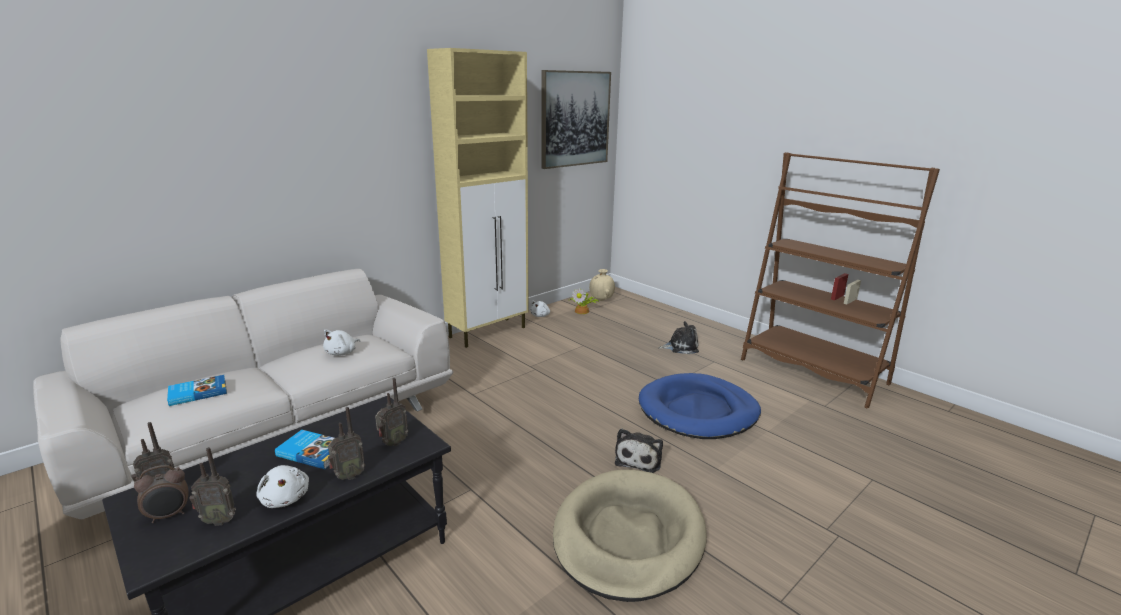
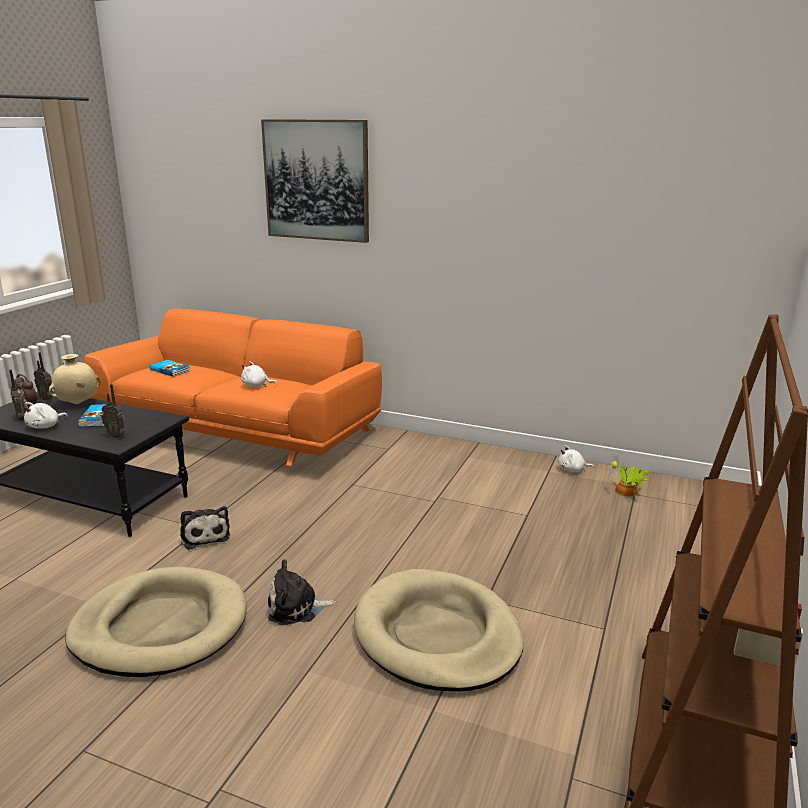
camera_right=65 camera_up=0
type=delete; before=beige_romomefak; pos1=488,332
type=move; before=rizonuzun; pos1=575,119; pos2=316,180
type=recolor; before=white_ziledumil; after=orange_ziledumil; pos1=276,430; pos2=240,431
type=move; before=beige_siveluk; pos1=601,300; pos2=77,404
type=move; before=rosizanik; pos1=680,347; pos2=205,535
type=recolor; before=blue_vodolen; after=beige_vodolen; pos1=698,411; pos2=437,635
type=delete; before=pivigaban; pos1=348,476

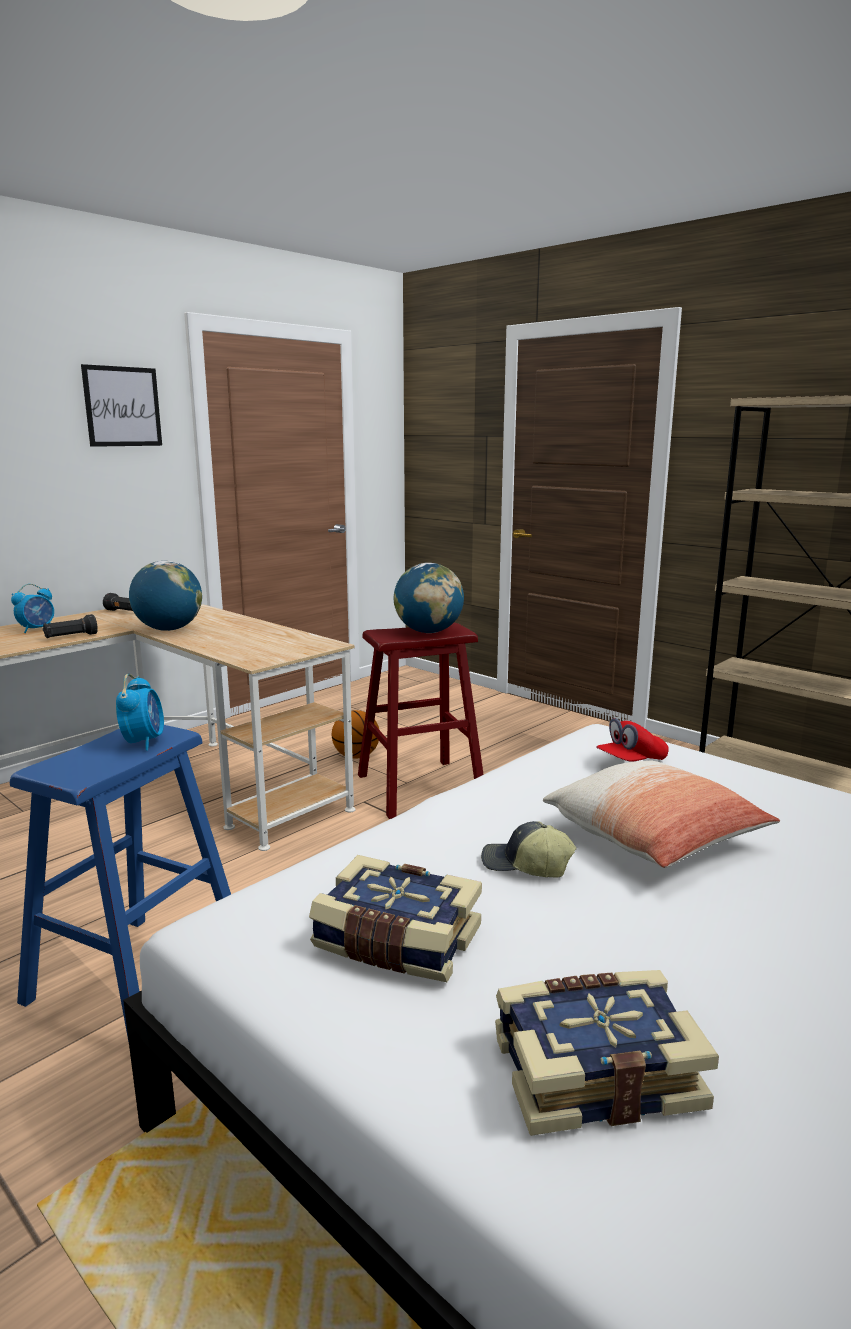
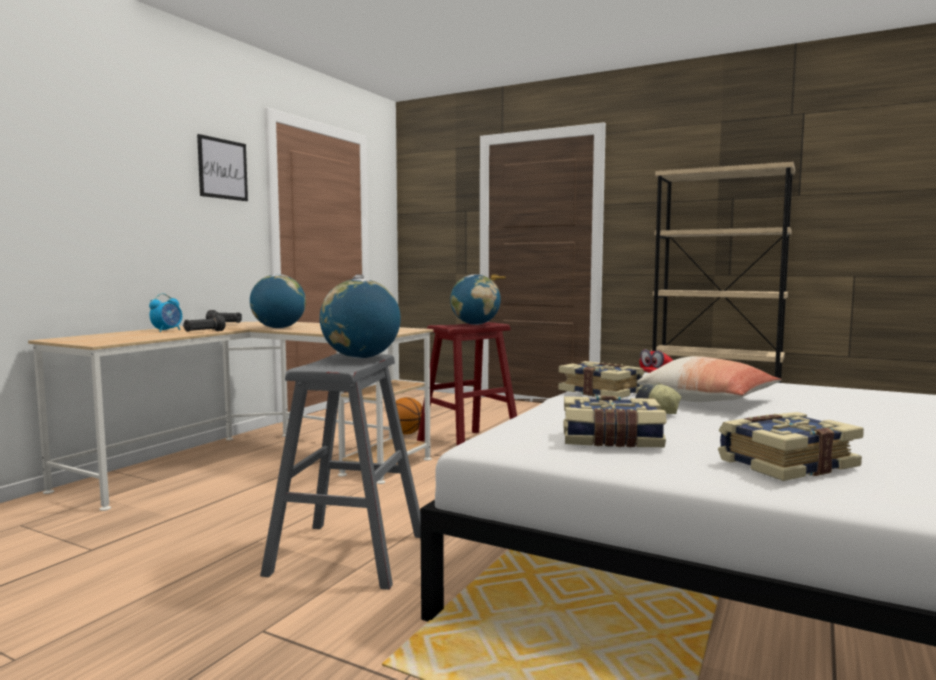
camera_right=-15 camera_up=-10
type=replace; before=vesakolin; after=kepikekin; pos1=144,742; pos2=361,358
type=recolor; before=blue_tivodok; after=grey_tivodok; pos1=139,980; pos2=348,554
type=insert; after=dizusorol; pos2=601,392

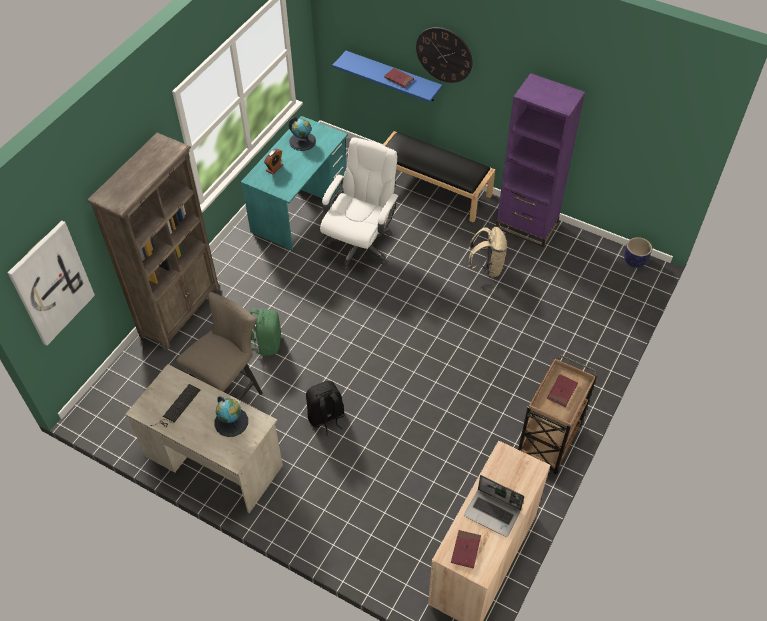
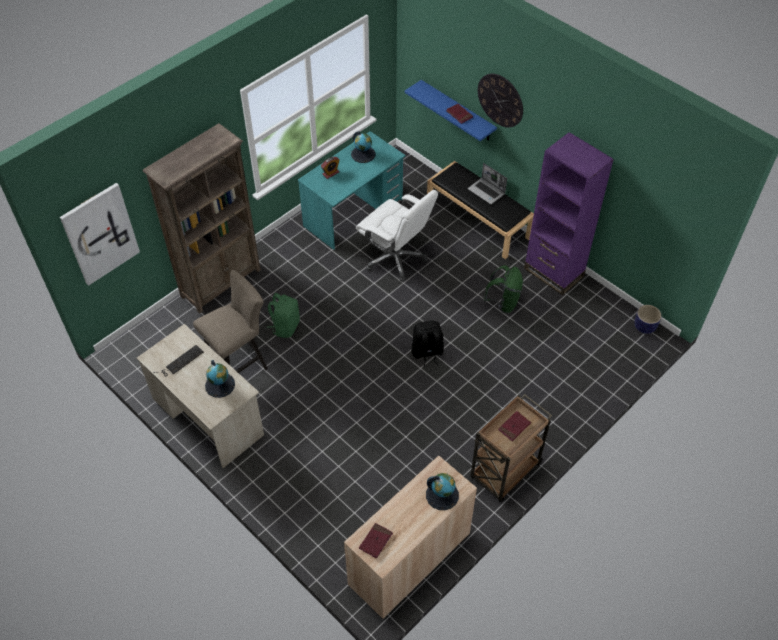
camera_right=15 camera_up=0
type=rotate; before=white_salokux; pos1=360,245; pos2=395,258; turn=90
type=recolor; before=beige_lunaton; after=green_lunaton; pos1=487,267; pos2=503,303
type=move; before=black_lunaton; pos1=326,417; pos2=427,353
type=move; before=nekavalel; pos1=493,513; pos2=487,191
type=insert; after=kepikekin; pos2=442,495

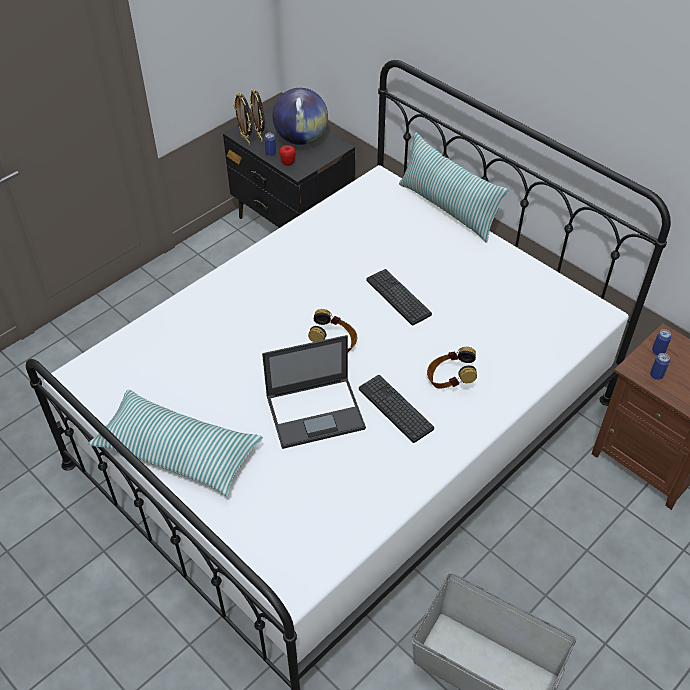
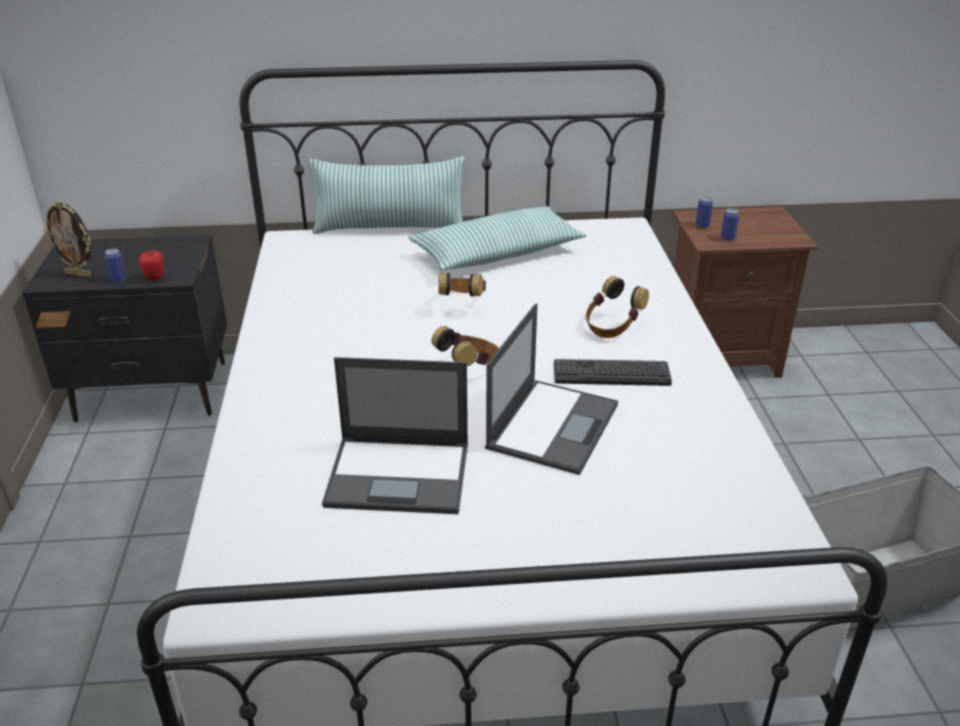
camera_right=-50 camera_up=-15
type=delete; before=kepikekin; pos1=301,139
type=delete; before=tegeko; pos1=246,140
type=replace; before=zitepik; after=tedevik; pos1=398,297; pos2=462,303
type=move; before=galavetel; pos1=178,451; pos2=497,253
type=insert; after=nekavalel; pos2=400,475

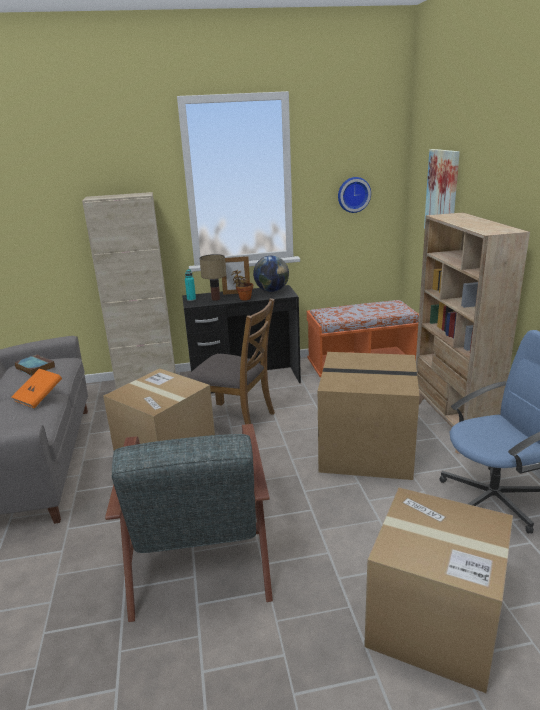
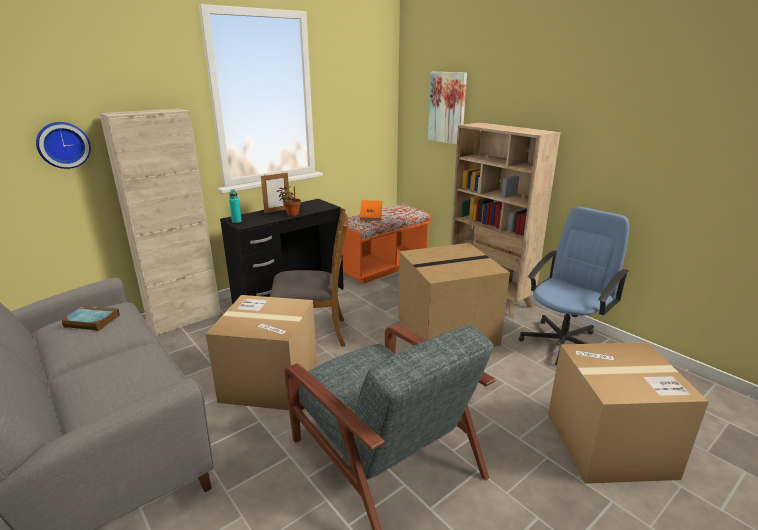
camera_right=-30 camera_up=0
type=move; before=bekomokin; pos1=353,194; pos2=63,145
type=delete; before=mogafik; pos1=215,299
type=delete; before=kepikekin; pos1=271,290
type=move; before=orange_dizusorol; pos1=39,397; pos2=371,217

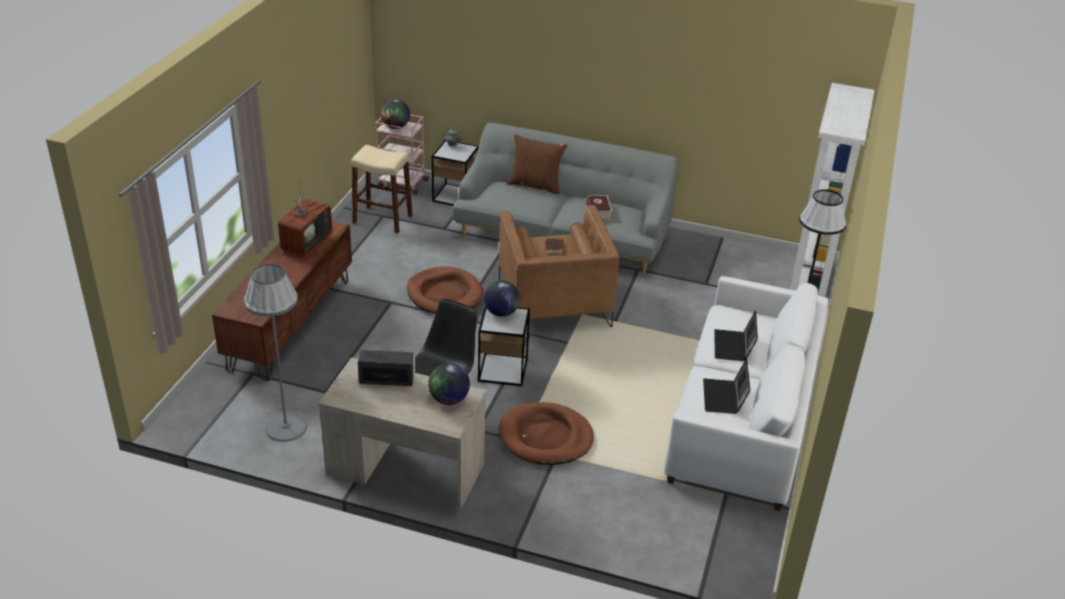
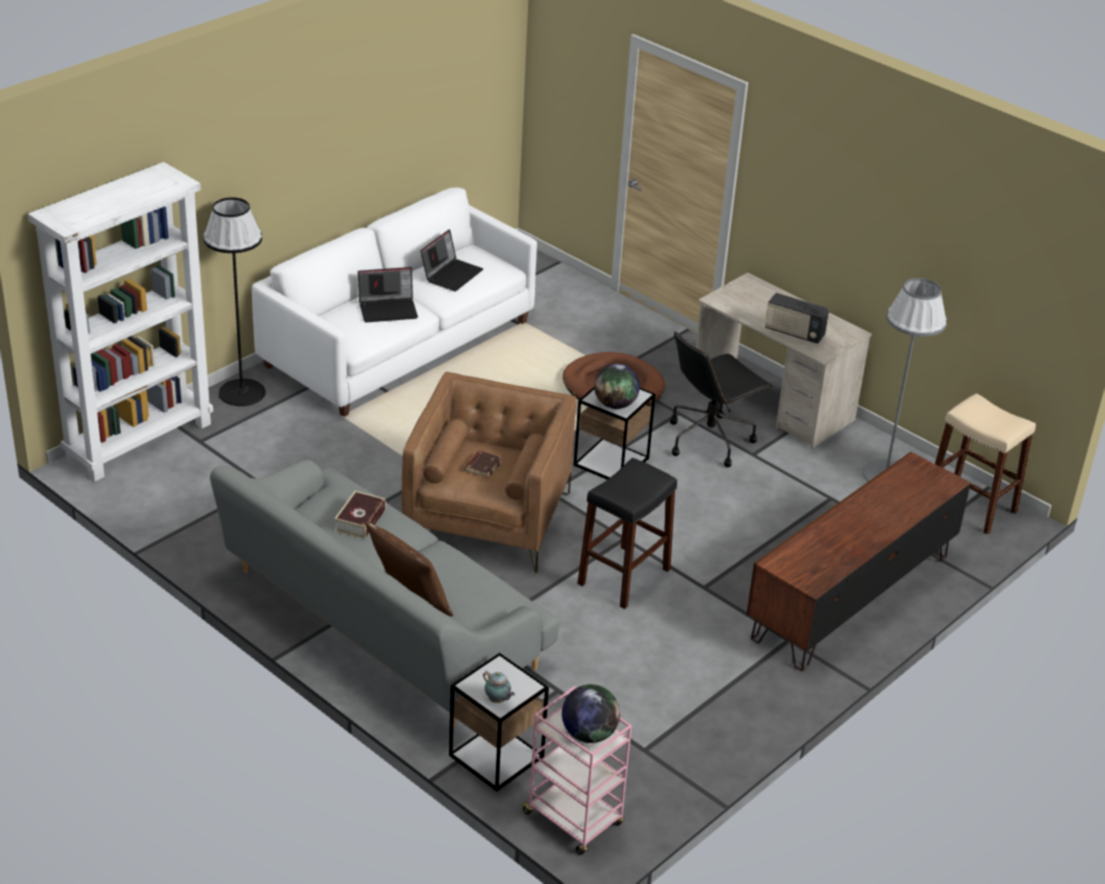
camera_right=-155 camera_up=0
type=move; before=beige_tivodok; pos1=382,219; pos2=971,506
type=delete; before=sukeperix; pos1=306,242
type=replace; before=brown_vodolen; after=black_tivodok; pos1=444,294; pos2=624,577
type=rotate; before=nekavalel; pos1=734,347; pos2=388,309; turn=45
type=delete; before=kepikekin; pos1=449,399

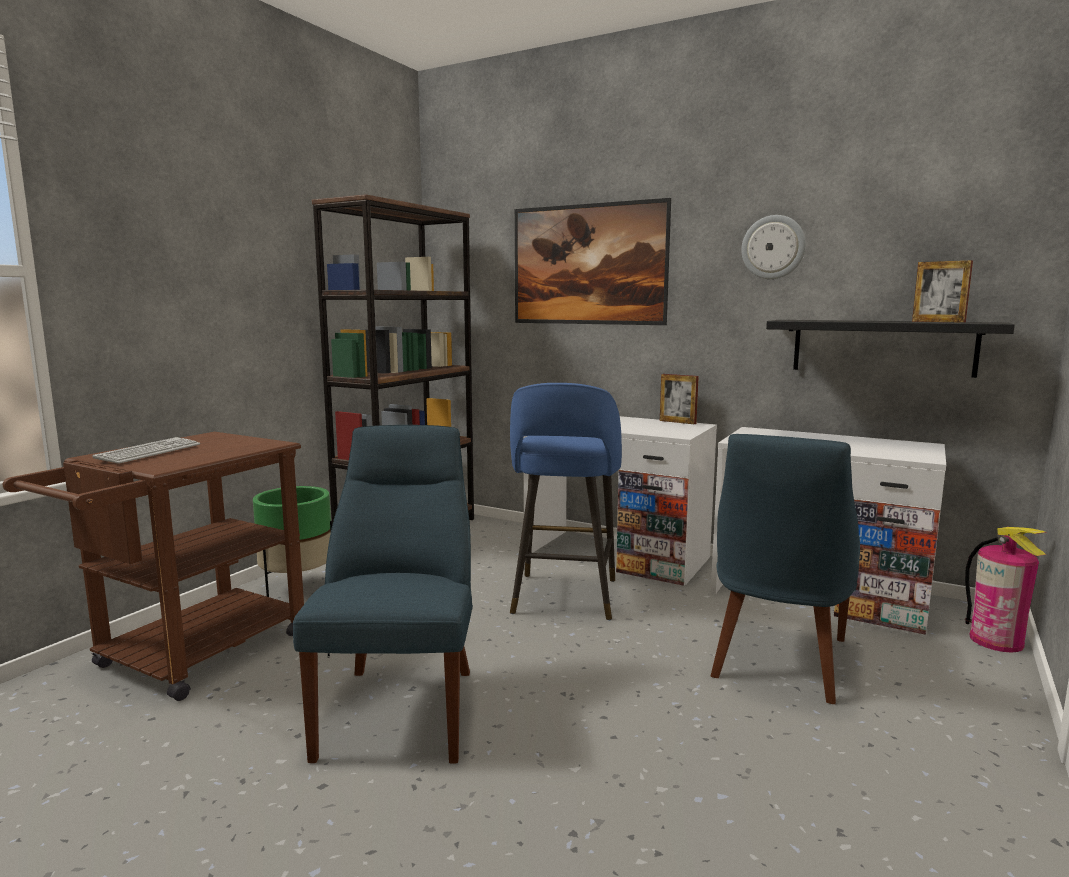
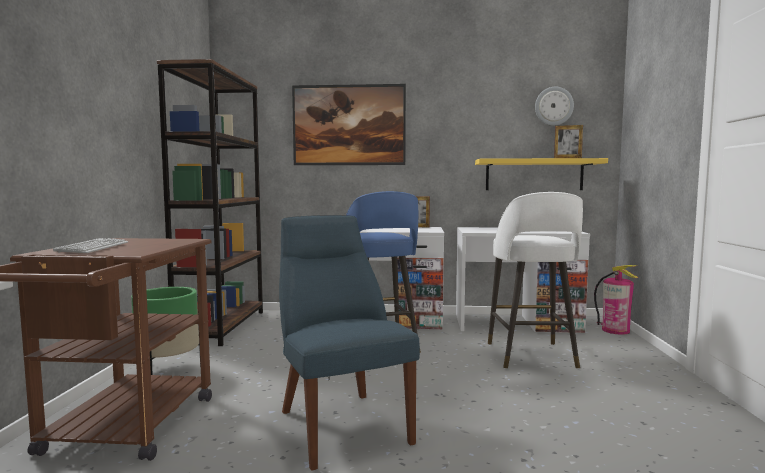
camera_right=-25 camera_up=-5
type=move; before=bekomokin; pos1=773,247; pos2=553,106
type=recolor; before=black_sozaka; after=yellow_sozaka; pos1=882,347; pos2=534,175
type=replace; before=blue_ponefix; after=white_tivodok; pos1=777,661; pos2=531,356

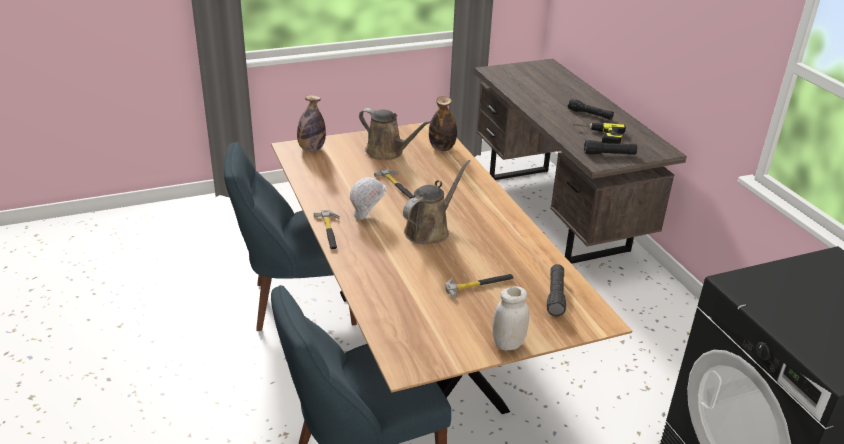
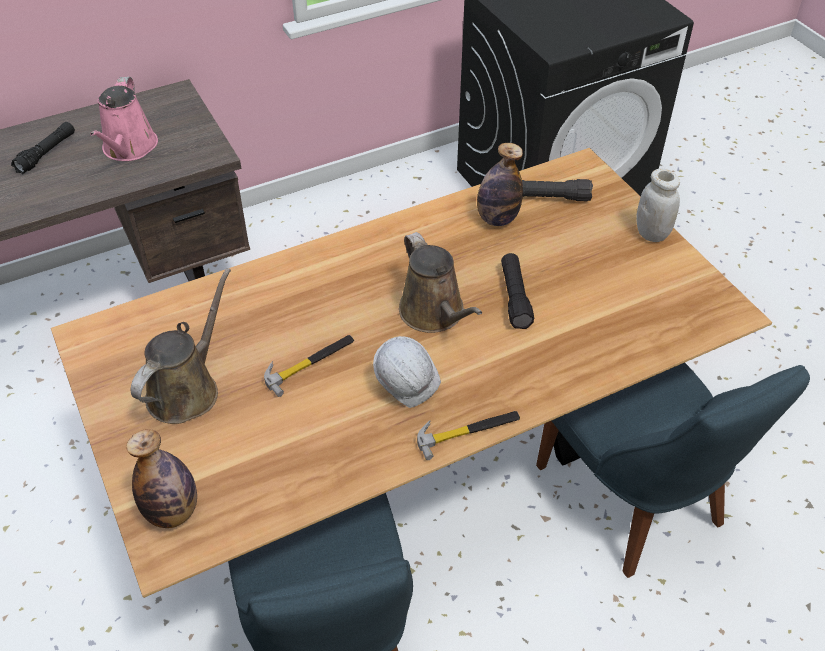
camera_right=-95 camera_up=15
type=move; before=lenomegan; pos1=442,148; pos2=497,219
type=replace; before=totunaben; after=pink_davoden; pos1=598,137; pos2=128,148
type=move; before=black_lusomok; pos1=609,154; pos2=514,297
type=rotate; before=brown_davoden; pos1=430,230; pos2=435,314; turn=-150
type=delete; before=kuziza; pos1=479,284

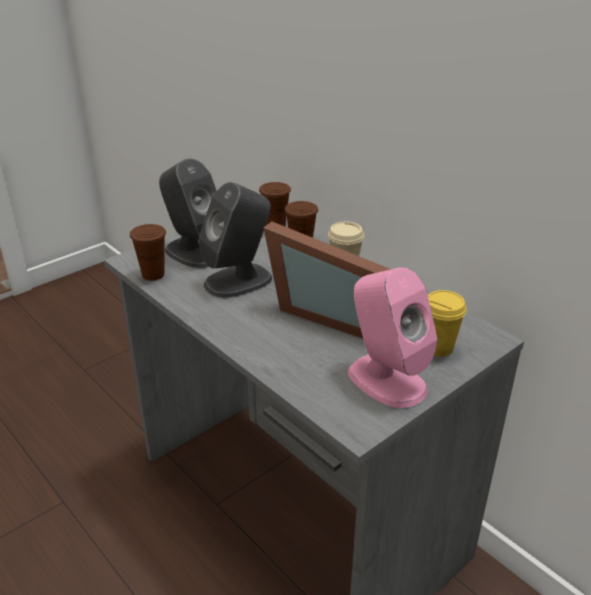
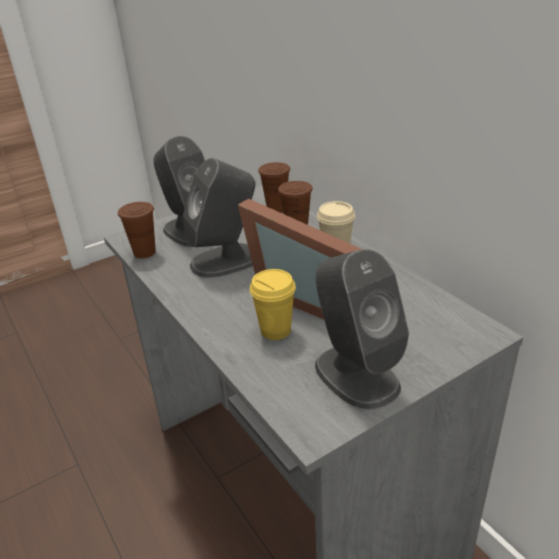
camera_right=10 camera_up=0
type=recolor; before=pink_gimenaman; after=grey_gimenaman; pos1=386,380; pos2=355,374
type=move; before=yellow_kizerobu; pos1=438,348; pos2=275,331

